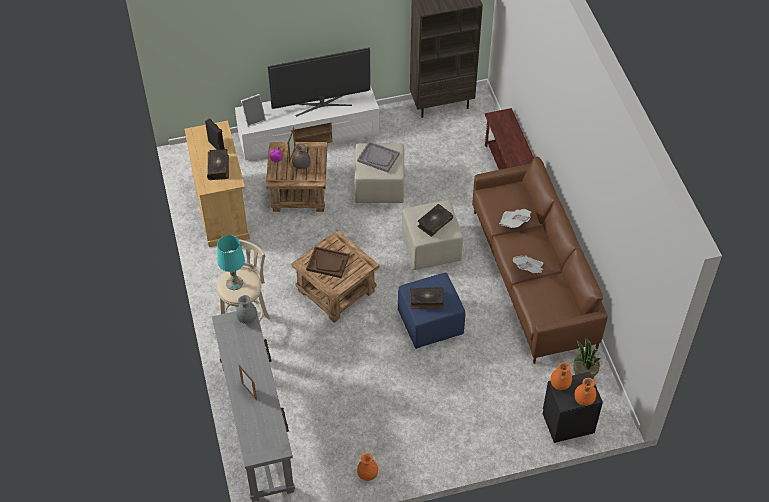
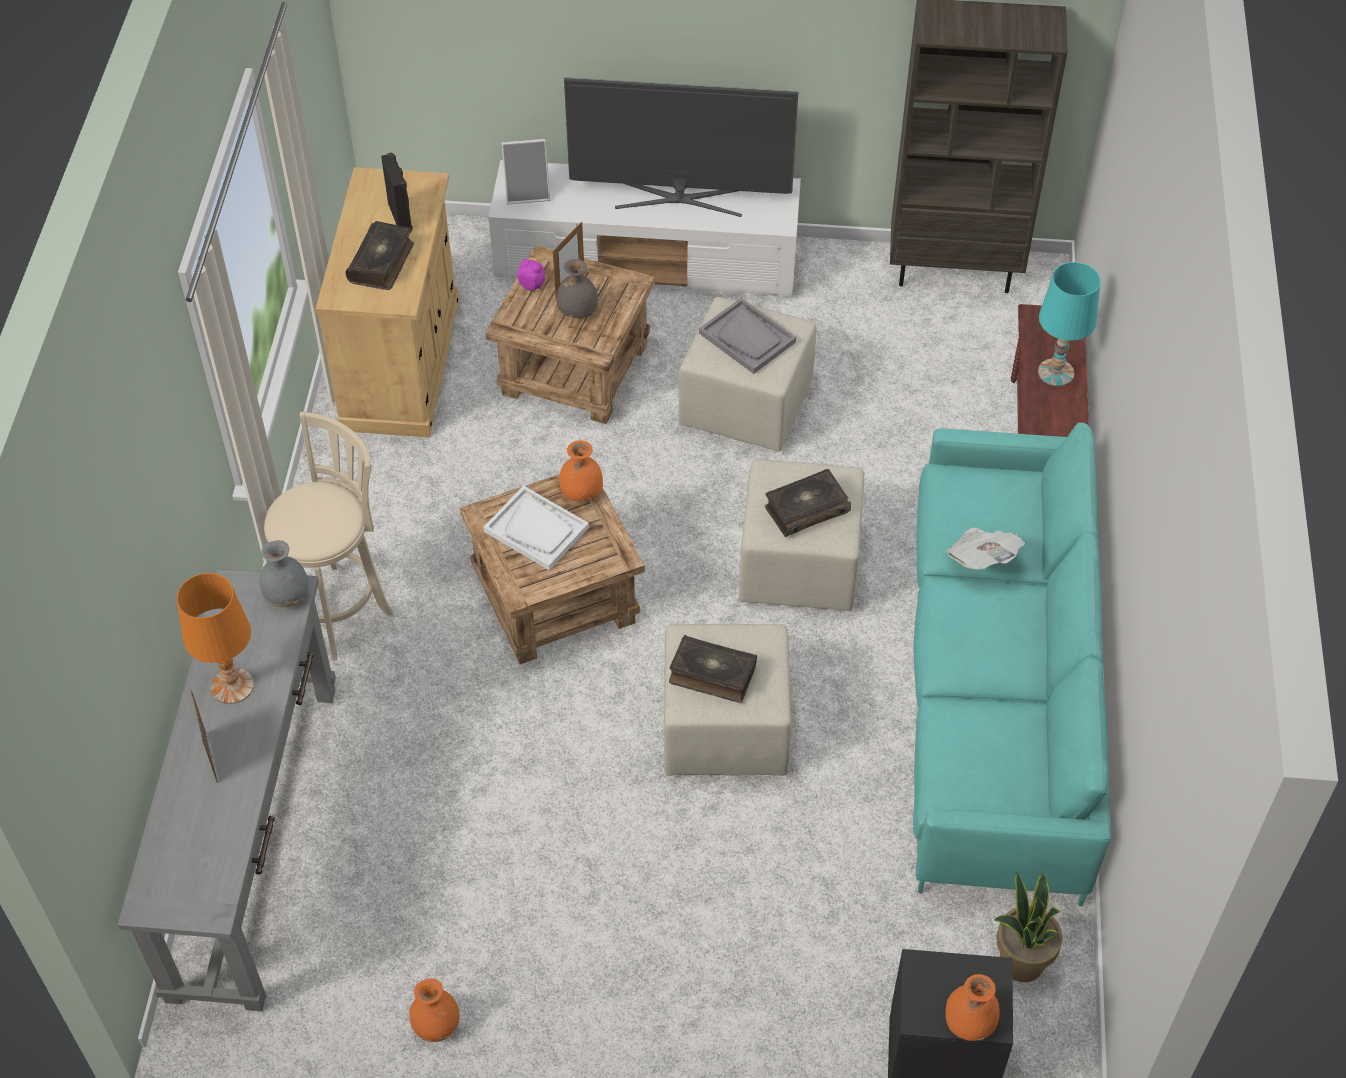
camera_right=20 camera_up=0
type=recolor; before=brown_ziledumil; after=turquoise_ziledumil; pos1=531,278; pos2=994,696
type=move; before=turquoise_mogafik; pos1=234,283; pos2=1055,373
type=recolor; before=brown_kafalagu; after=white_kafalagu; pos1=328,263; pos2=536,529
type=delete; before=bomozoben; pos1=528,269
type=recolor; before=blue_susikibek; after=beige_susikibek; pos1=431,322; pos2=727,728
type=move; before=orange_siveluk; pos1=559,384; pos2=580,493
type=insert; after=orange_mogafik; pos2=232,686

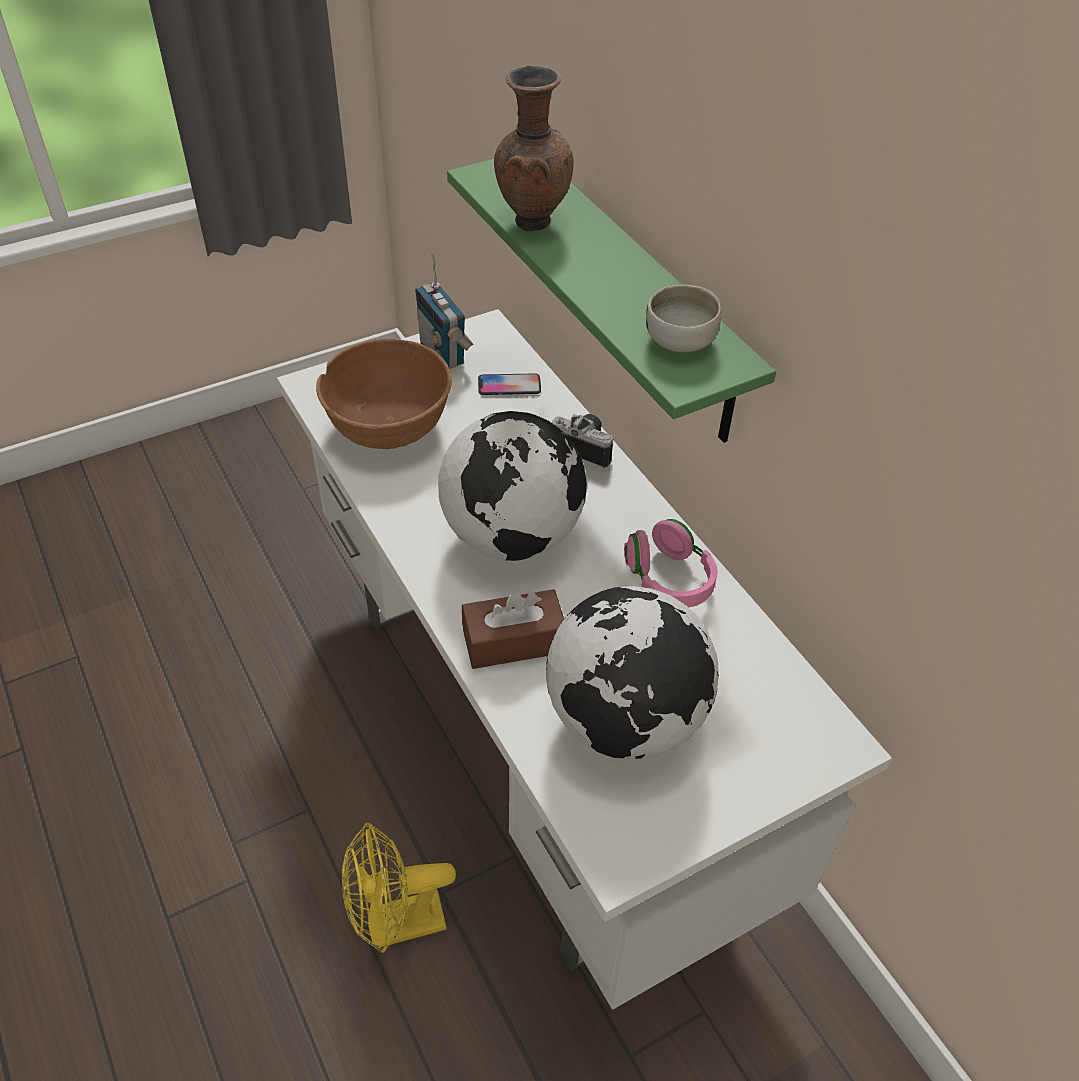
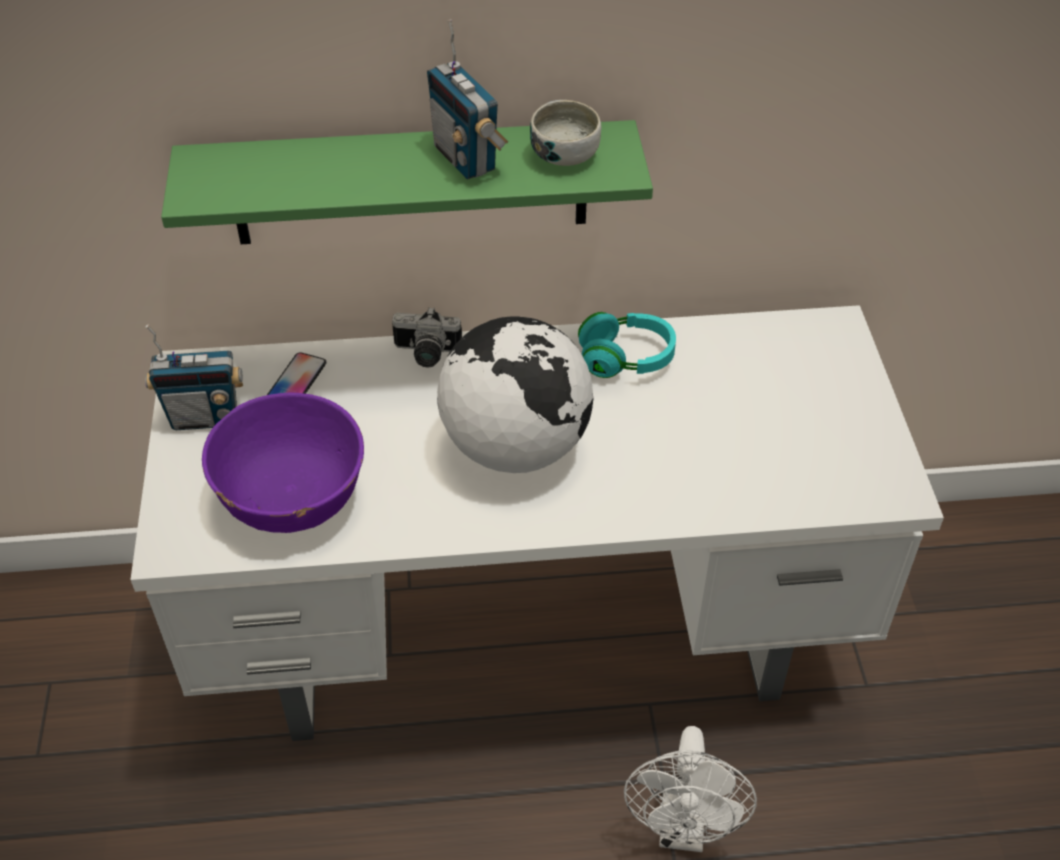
camera_right=-65 camera_up=0
type=delete; before=brown_siveluk; pos1=531,221
type=recolor; before=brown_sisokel; after=purple_sisokel; pos1=389,426; pos2=293,497
type=rotate; before=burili; pos1=586,446; pos2=426,354; turn=-135
type=recolor; before=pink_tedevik; after=turquoise_tedevik; pos1=669,579; pos2=626,359
type=delete; before=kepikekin; pos1=625,721
type=delete; before=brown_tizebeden; pos1=513,641
type=recolor; before=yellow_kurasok; after=white_kurasok; pos1=397,925; pos2=683,829
type=insert; after=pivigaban; pos2=466,159

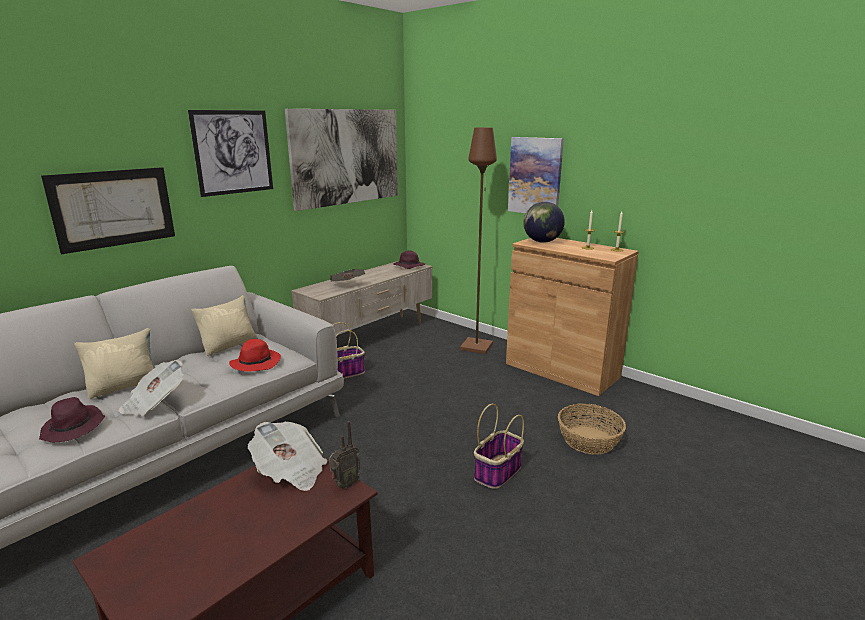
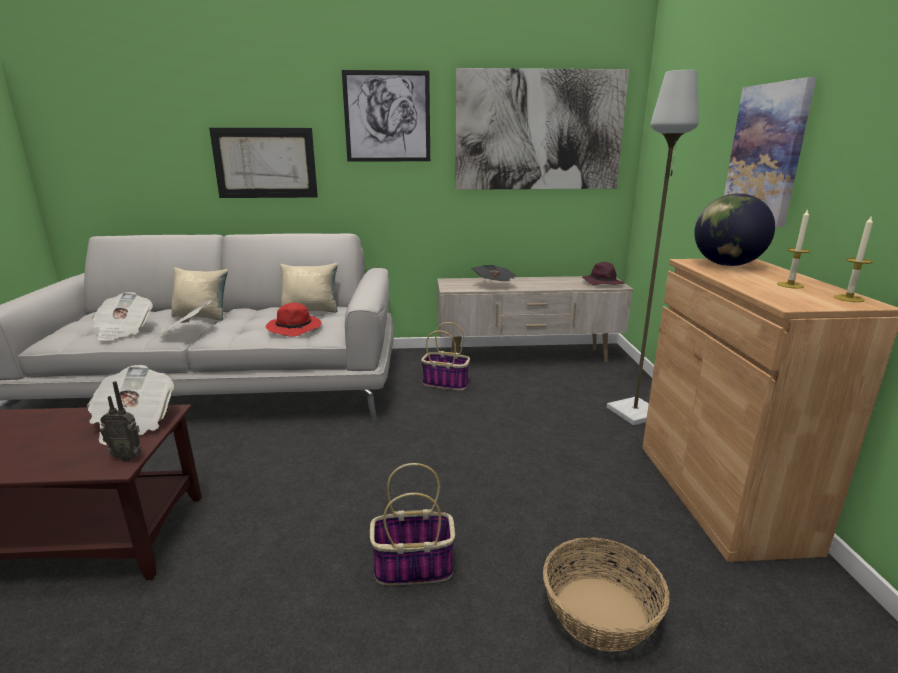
camera_right=45 camera_up=0
type=recolor; before=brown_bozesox; after=grey_bozesox; pos1=477,346; pos2=635,412
type=replace; before=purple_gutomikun; after=bomozoben; pos1=73,428; pos2=123,331

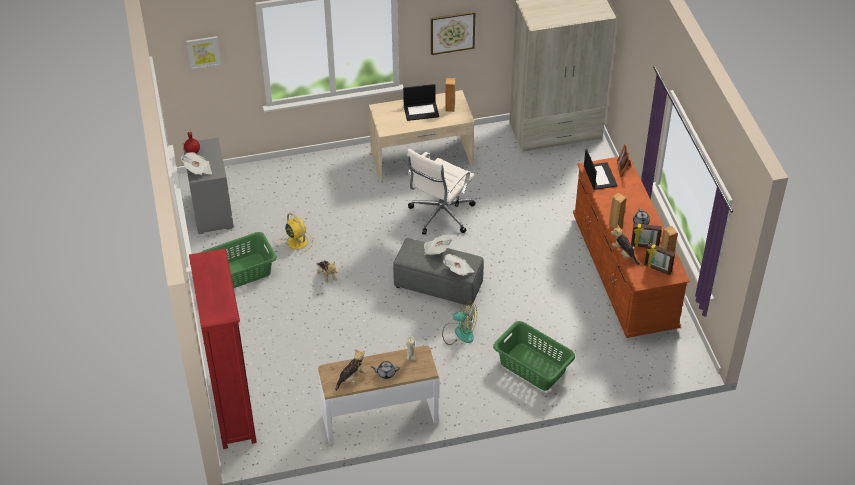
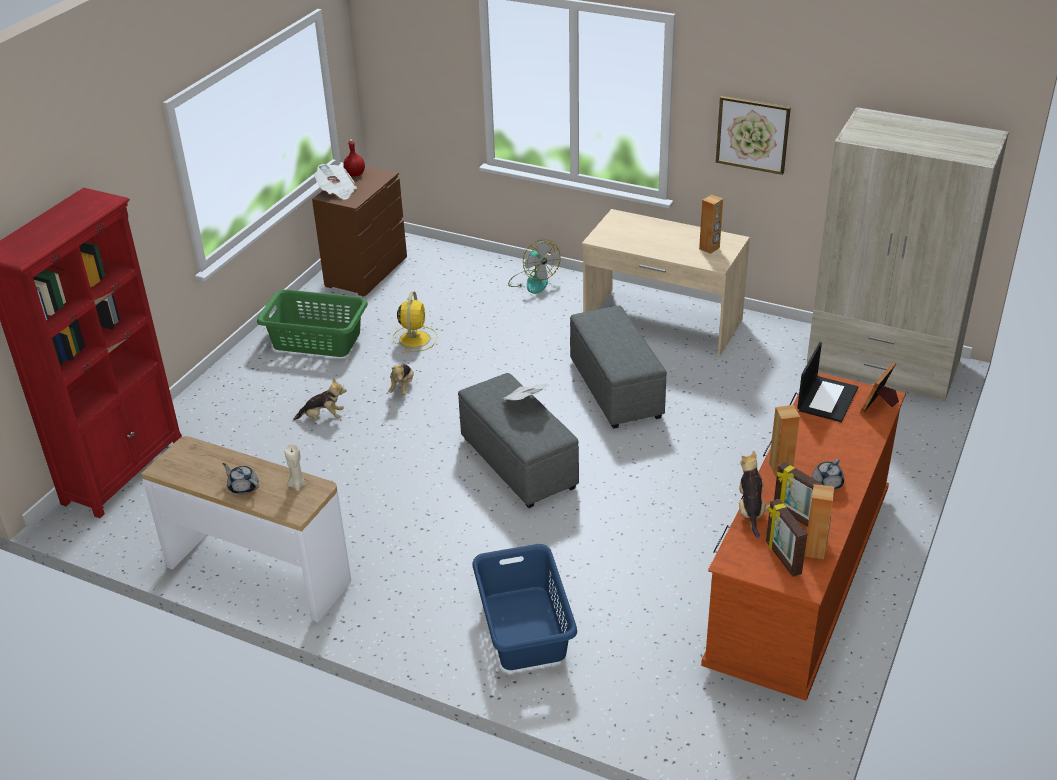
camera_right=40 camera_up=-10
type=delete; before=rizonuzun; pos1=203,52
type=delete; before=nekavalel; pos1=421,111
type=recolor; before=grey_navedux; after=brown_navedux; pos1=212,211; pos2=366,272
type=replace; before=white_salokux; after=grey_susikibek; pos1=440,215; pos2=615,388
type=delete; before=bomozoben; pos1=458,271
type=move; before=kurasok; pos1=459,332; pos2=533,281
type=recolor; before=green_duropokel; after=blue_duropokel; pos1=532,366; pos2=525,627
type=move; before=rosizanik; pos1=352,378; pos2=323,417

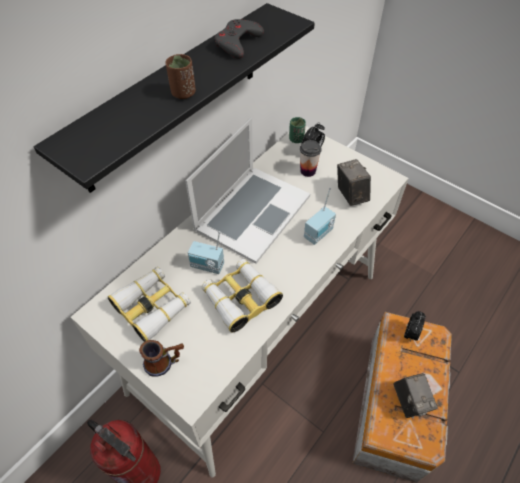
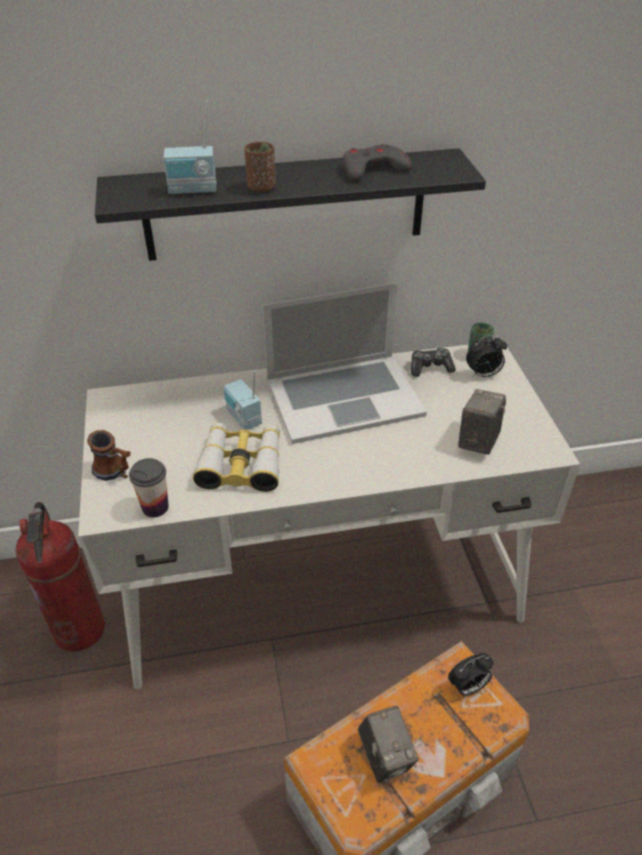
camera_right=40 camera_up=-10
type=move; before=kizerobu; pos1=308,171; pos2=155,507
type=move; before=pivigaban; pos1=319,234; pos2=193,191
type=delete; before=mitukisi; pos1=152,307
type=rotate; before=burili; pos1=410,401; pos2=385,756; turn=-45
type=insert; after=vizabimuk; pos2=430,367

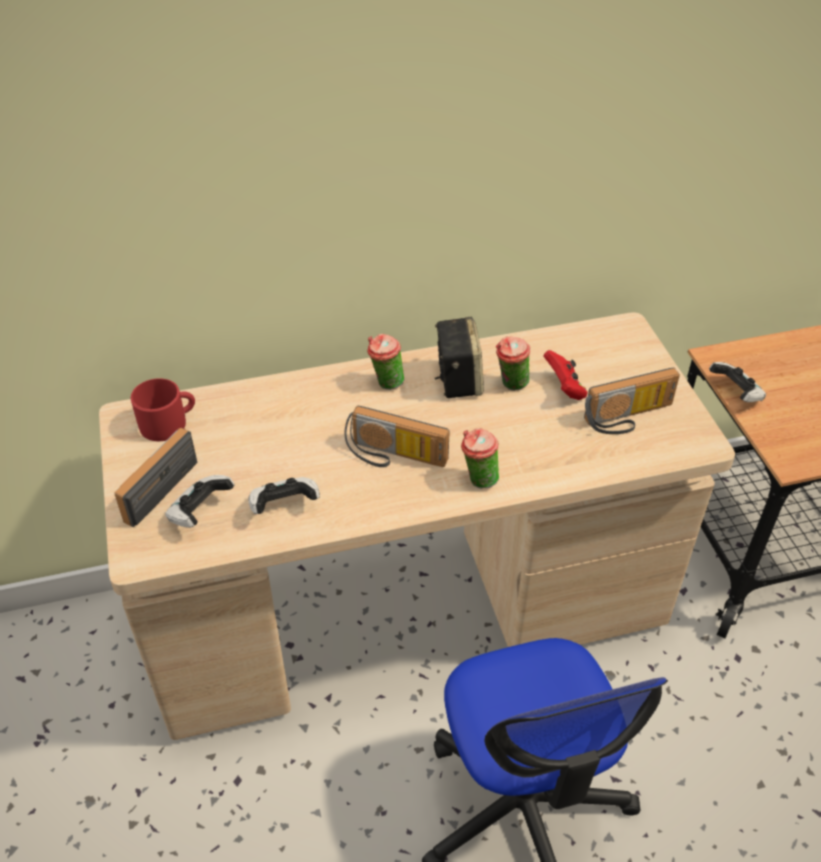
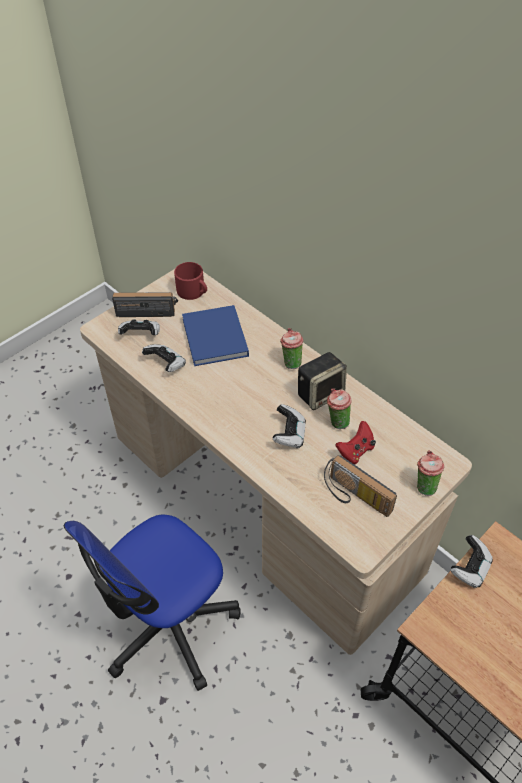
camera_right=60 camera_up=5
type=delete; before=pivigaban; pos1=393,457
type=move; before=kizerobu; pos1=478,480; pos2=424,485
type=insert; after=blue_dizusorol; pos2=215,339
type=insert; after=vizabimuk; pos2=289,434

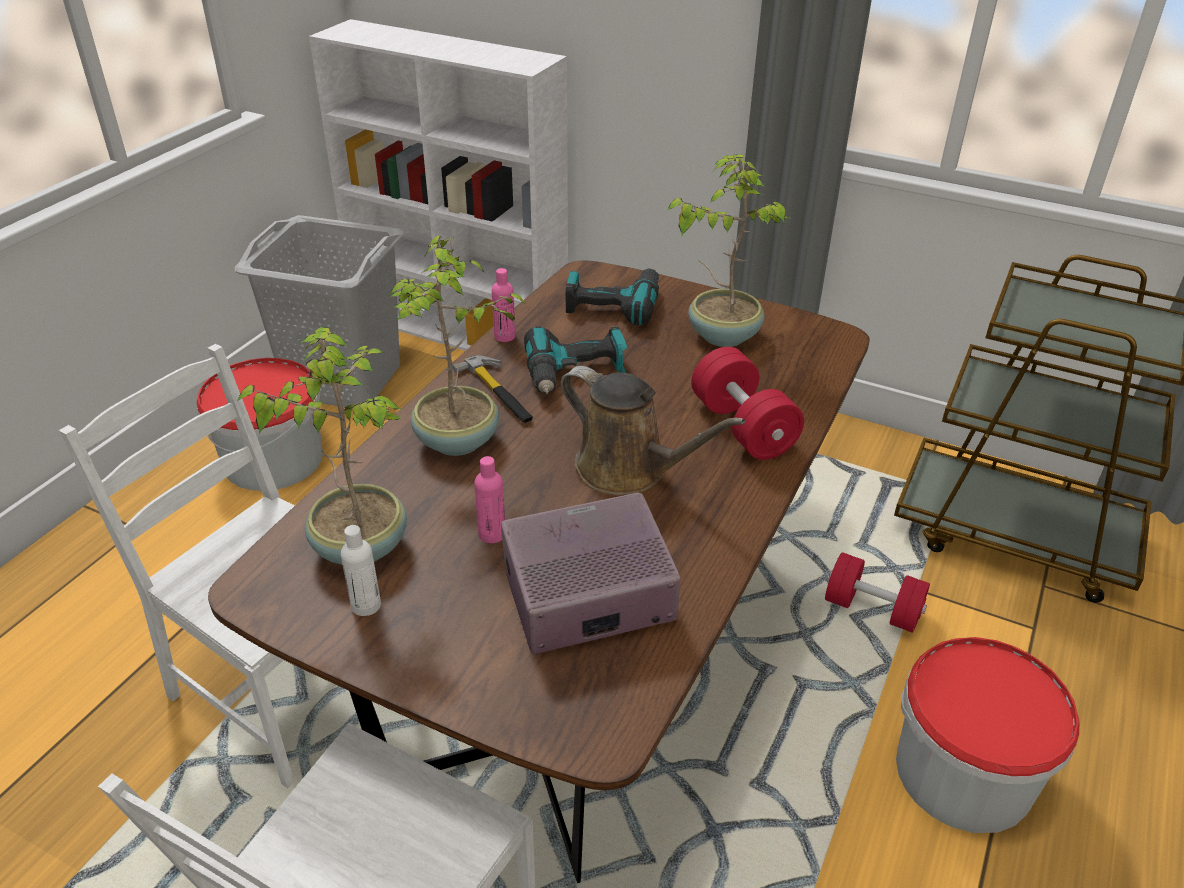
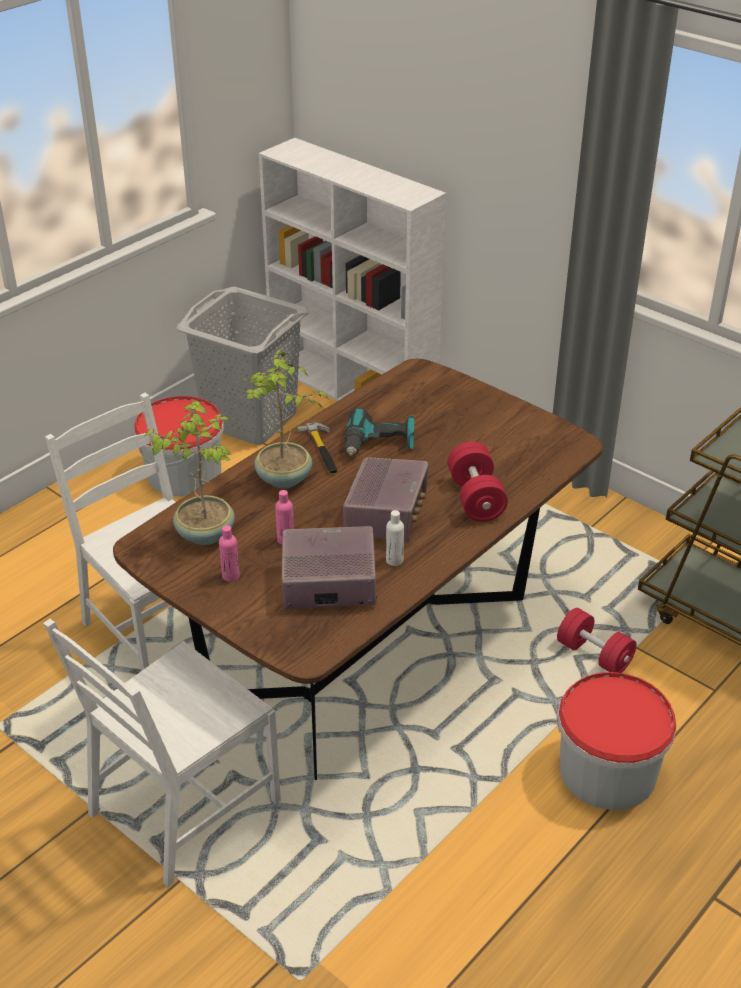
camera_right=15 camera_up=0
type=delete; before=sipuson; pos1=722,334
type=move; before=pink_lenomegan; pos1=504,336; pos2=231,576
type=delete; before=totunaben; pos1=613,304
type=replace; before=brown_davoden; after=pivigaban; pos1=628,470; pos2=386,514
type=move; before=white_lenomegan; pos1=366,605; pos2=394,560

